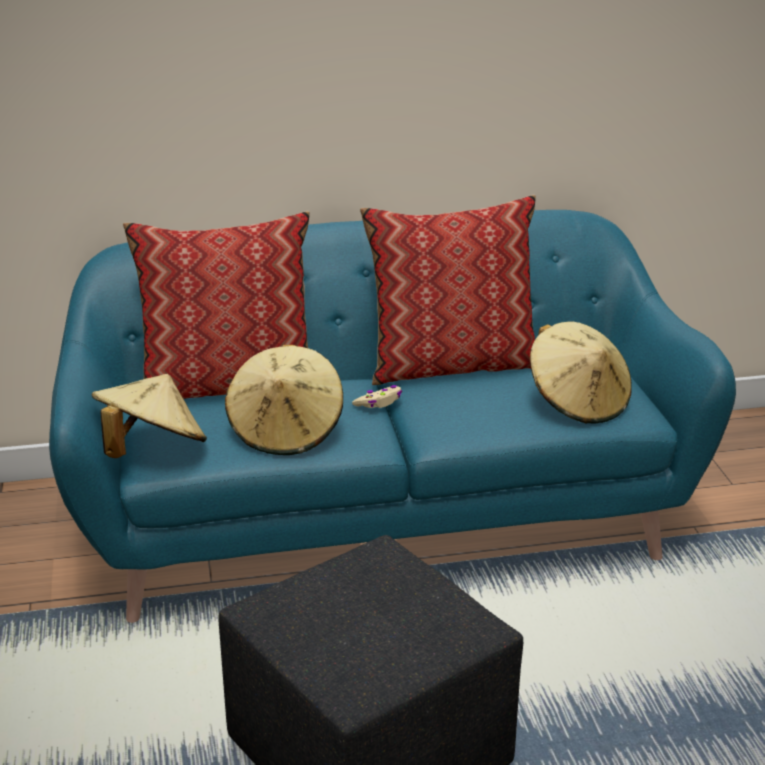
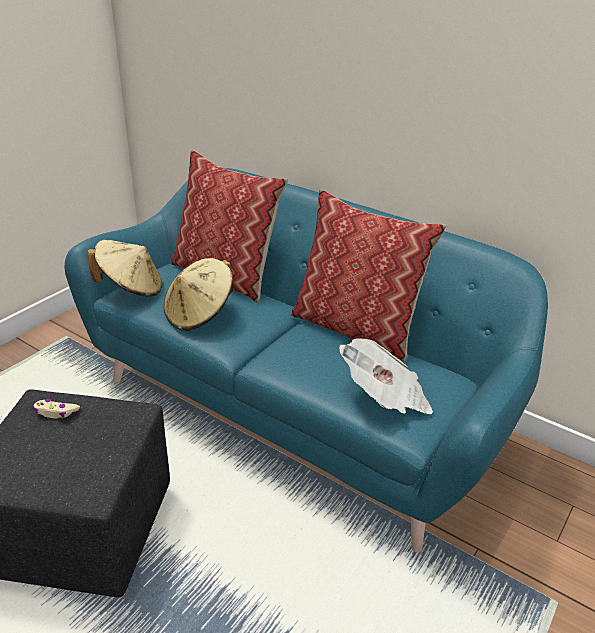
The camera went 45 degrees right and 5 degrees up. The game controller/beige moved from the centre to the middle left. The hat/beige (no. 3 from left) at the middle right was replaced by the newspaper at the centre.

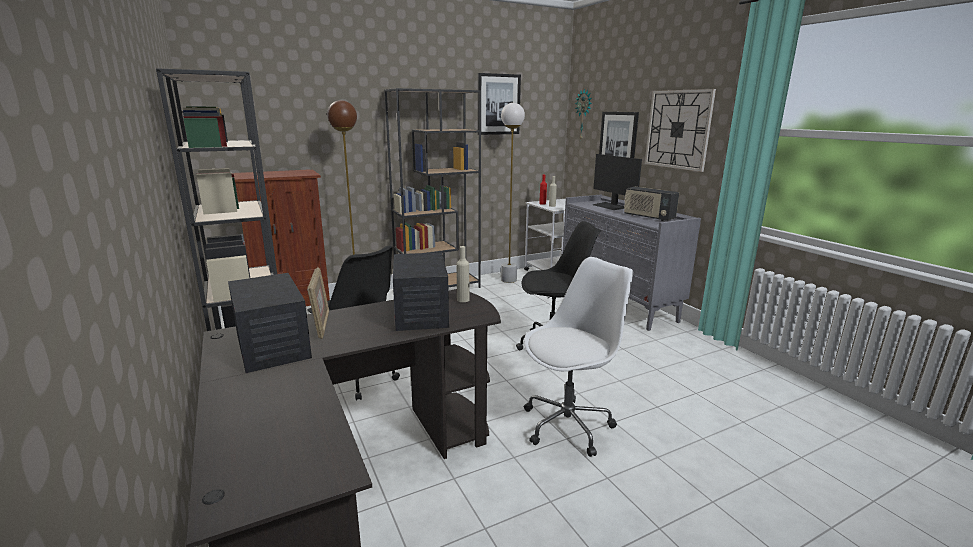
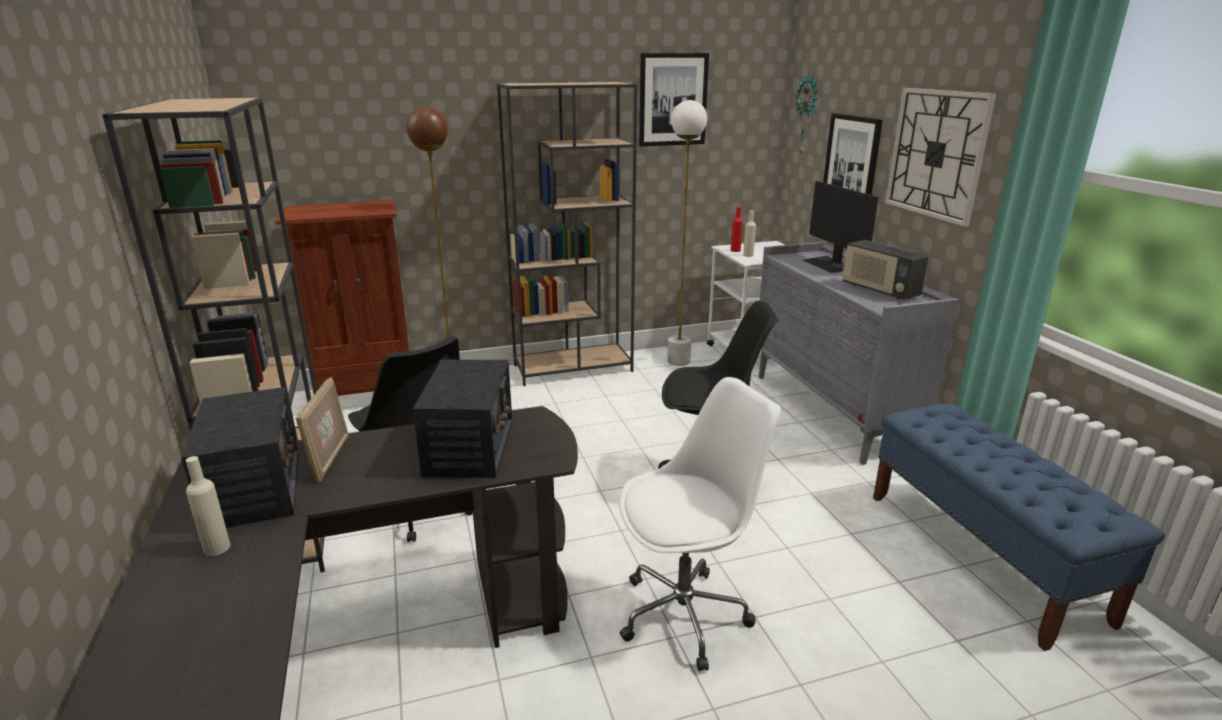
The camera went 10 degrees right and 5 degrees up. The bottle/beige (no. 1 from left) moved from the centre to the bottom left. The bench/blue at the bottom right appeared.

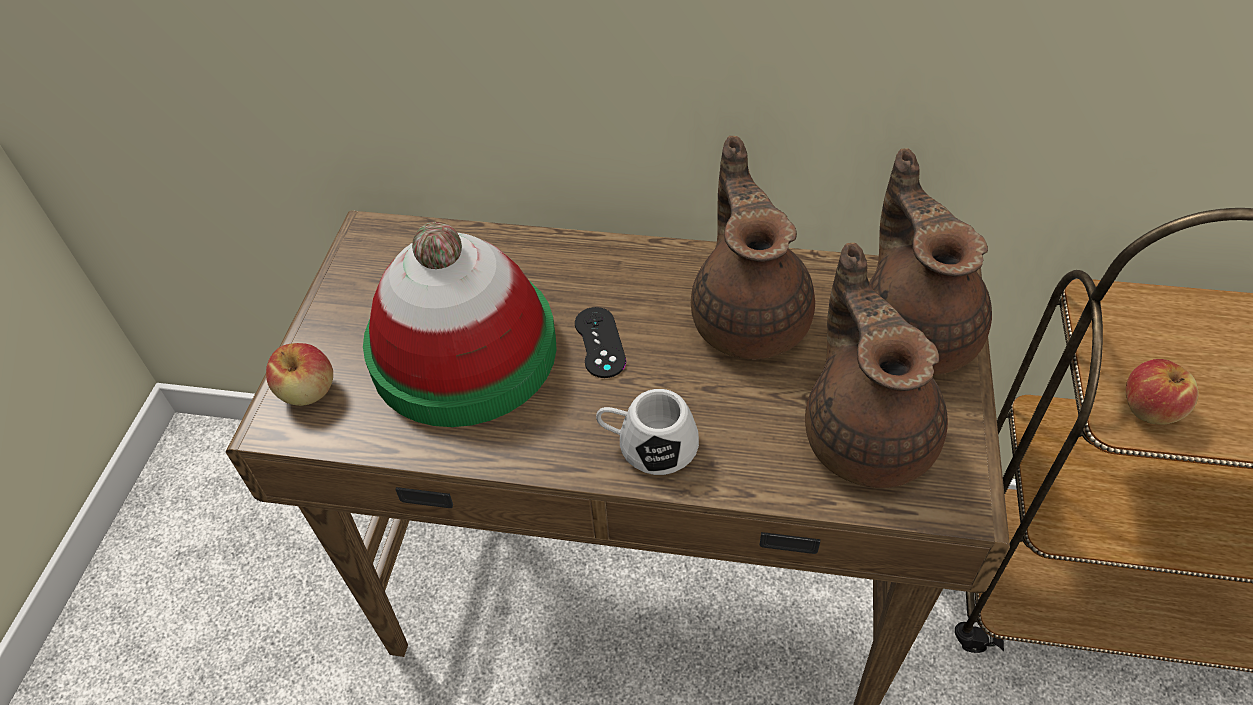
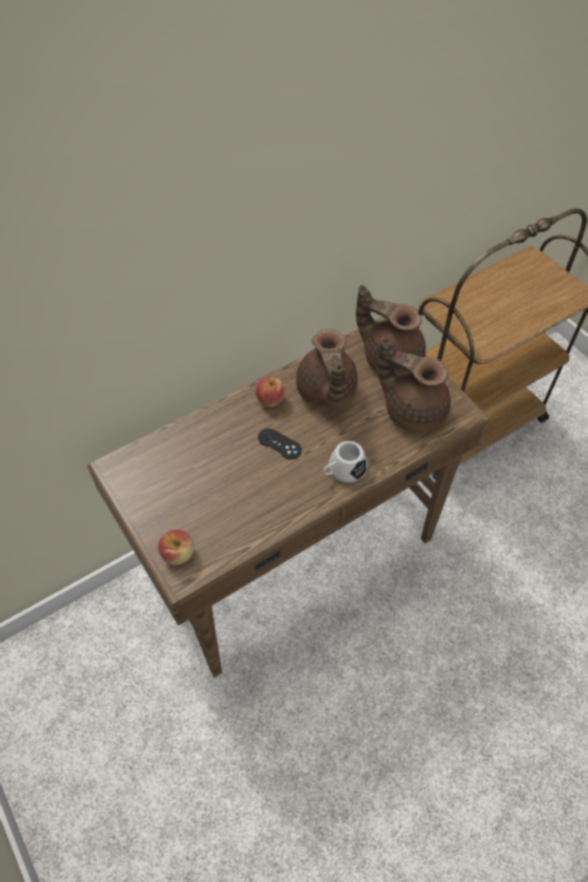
The camera went 45 degrees left and 5 degrees up. The apple (no. 2 from left) moved from the middle right to the centre. The teapot/brown (no. 1 from left) at the centre turned 135 degrees counterclockwise. The hat at the centre disappeared.

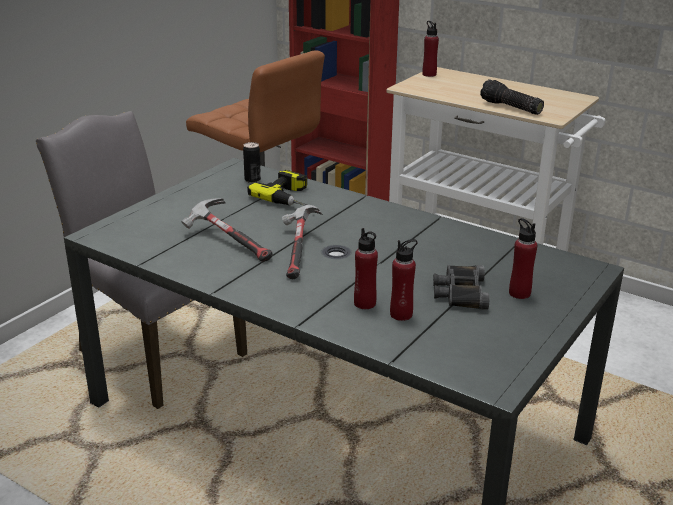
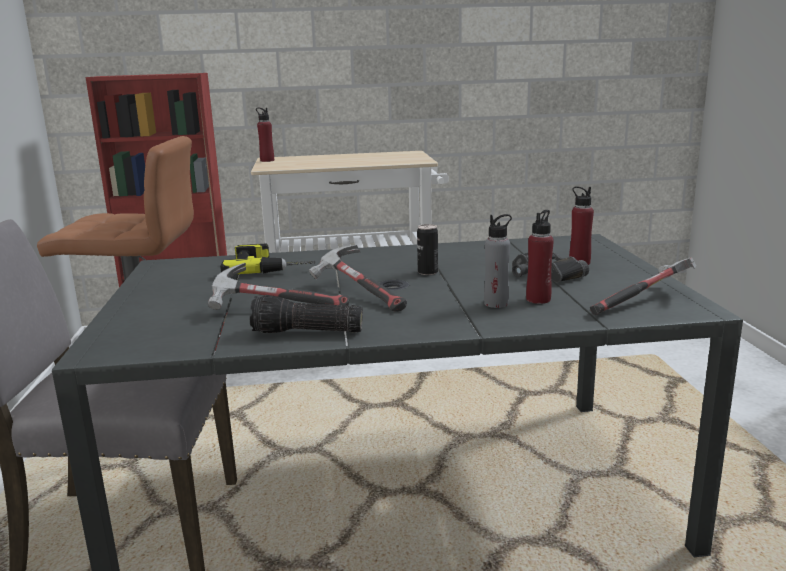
The camera went 40 degrees left and 10 degrees down. The flashlight moved from the top right to the centre. The can moved from the top centre to the centre. The bottle/red (no. 1 from left) at the centre became the bottle/grey at the centre. The hammer (no. 3 from left) at the middle right appeared.

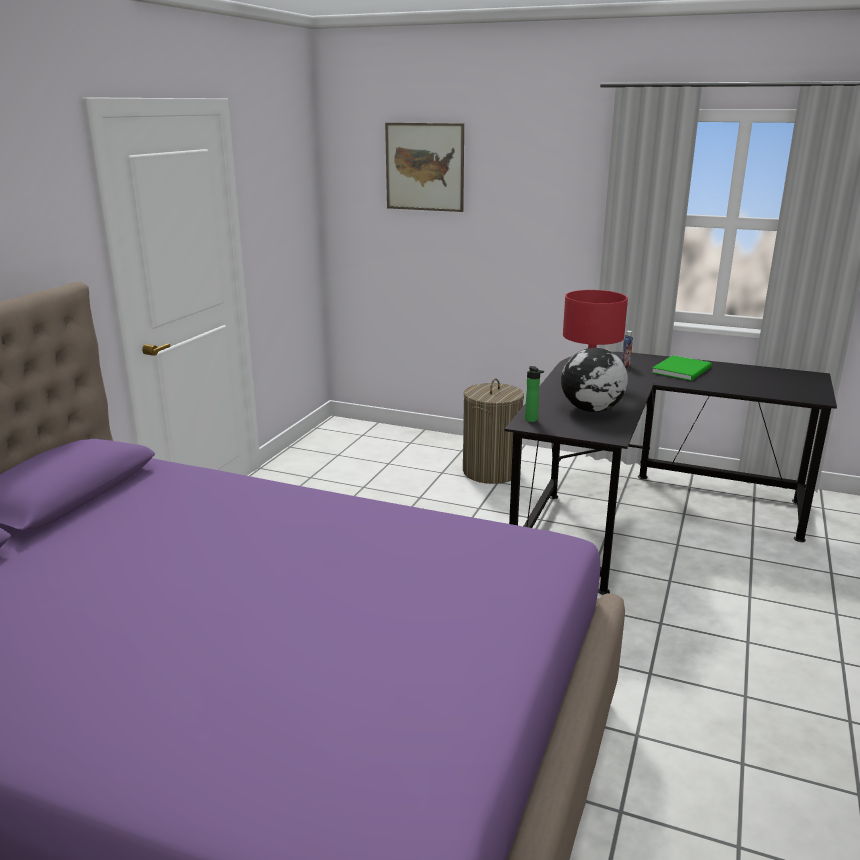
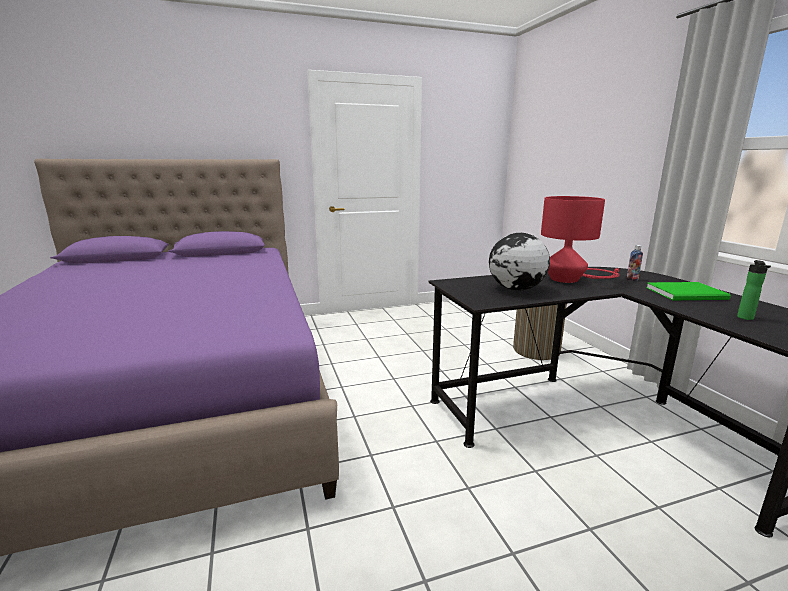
The camera went 50 degrees right and 5 degrees down. The bottle (no. 1 from left in the first image) moved from the centre to the middle right. The picture at the top centre disappeared.

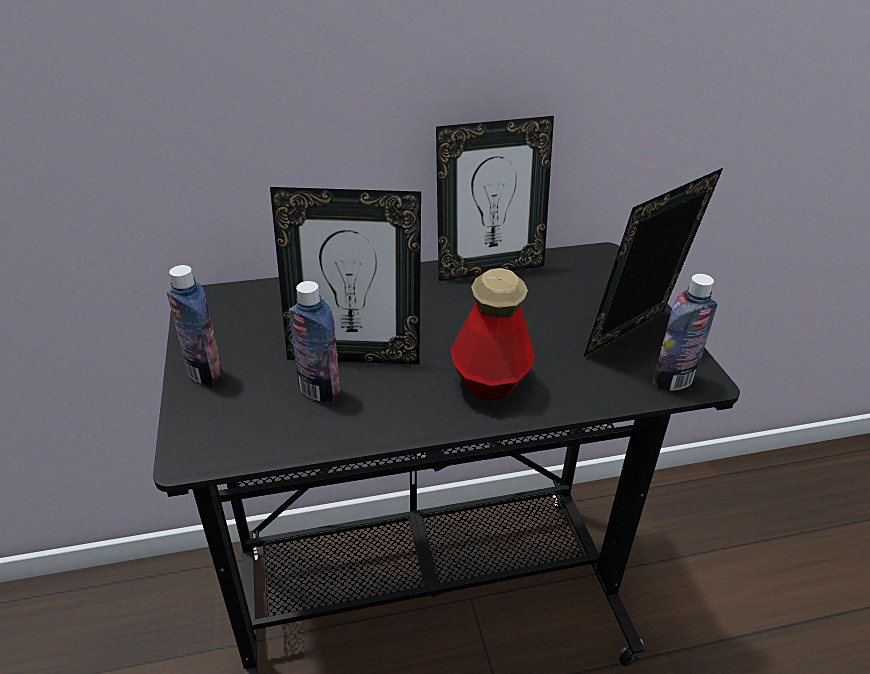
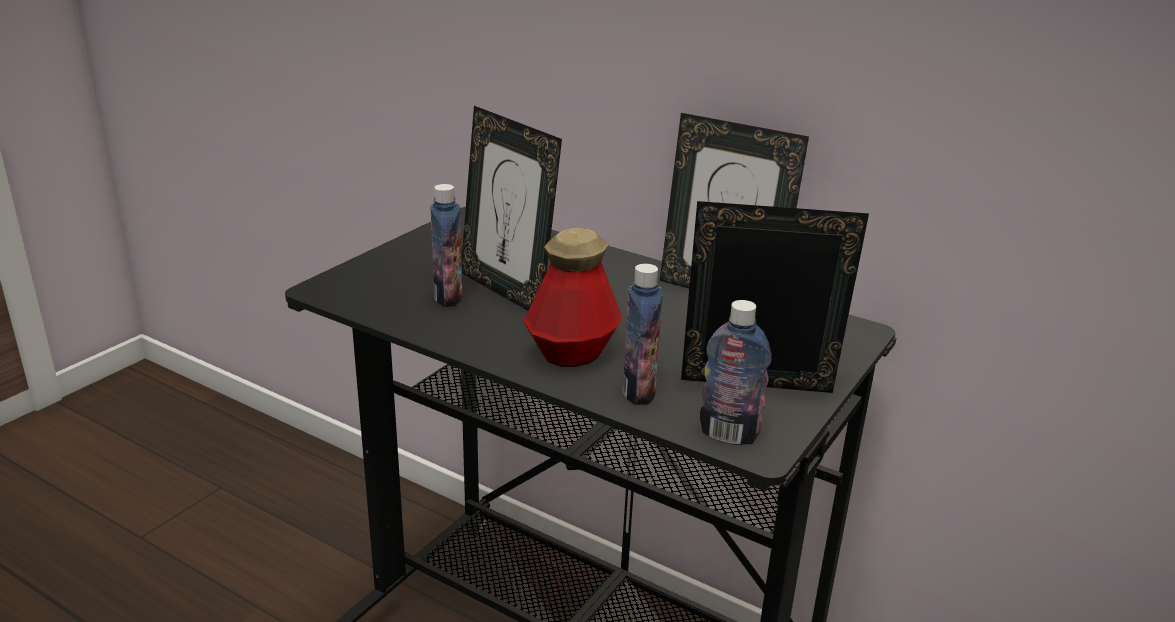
The camera went 45 degrees right and 10 degrees down. The bottle (no. 1 from left in the first image) moved from the middle left to the centre.

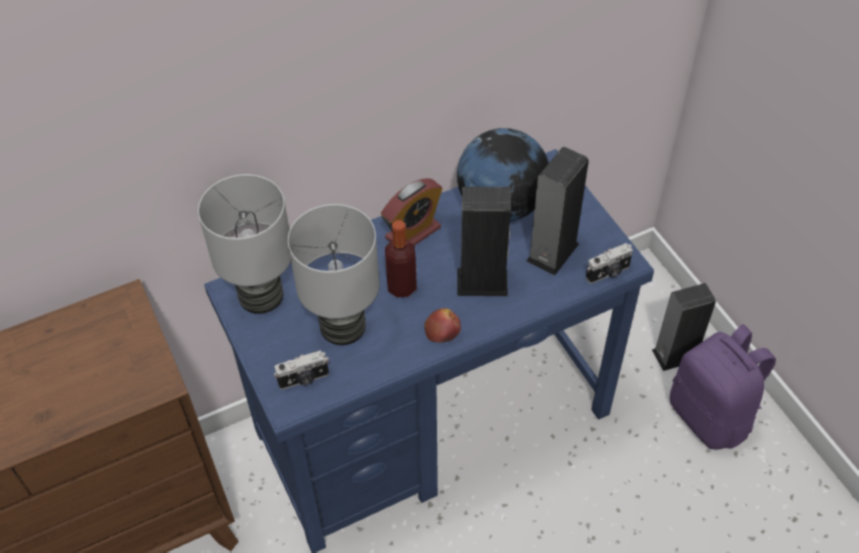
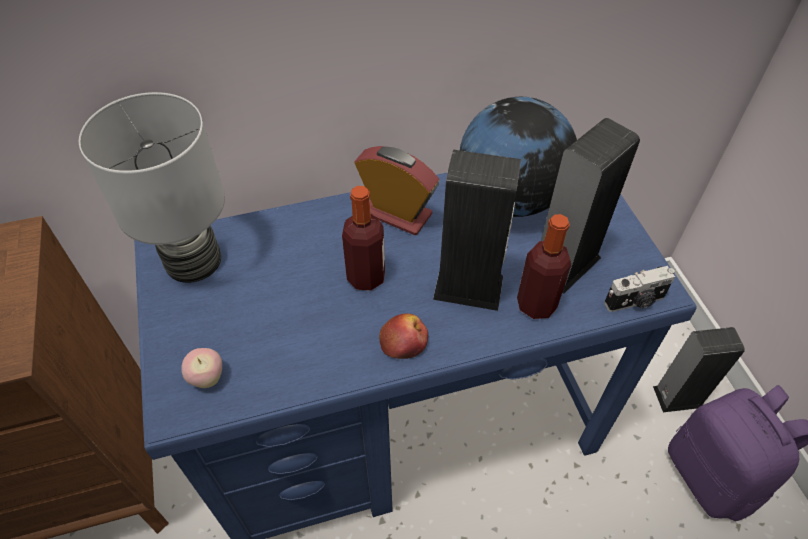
The camera went 10 degrees right and 0 degrees up. The photo camera (no. 1 from left) at the bottom centre was replaced by the apple (no. 1 from left) at the bottom left. The alarm clock at the centre turned 120 degrees counterclockwise. The bottle (no. 2 from left) at the middle right appeared. The table lamp/grey (no. 2 from left) at the centre disappeared.

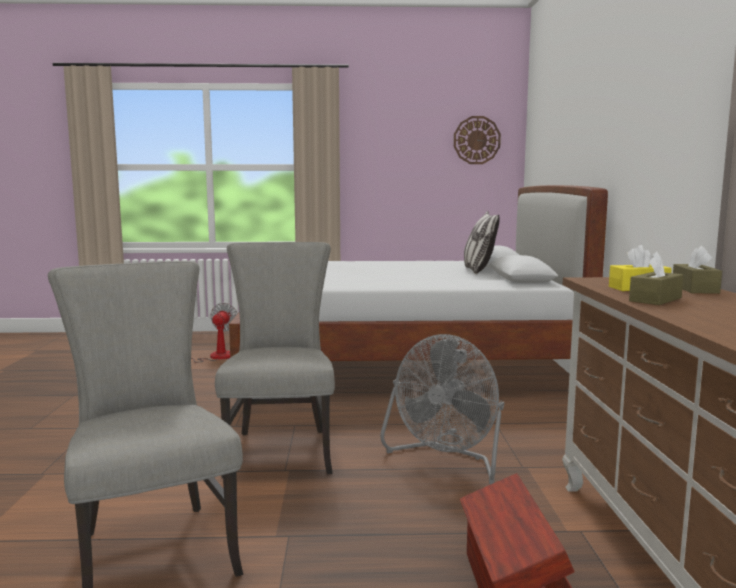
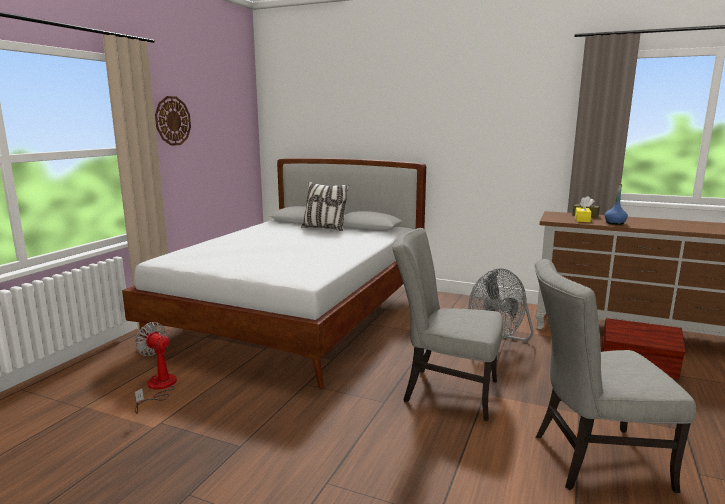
The camera went 65 degrees left and 5 degrees up. The wall clock moved from the top centre to the top left. The tissue box/brown (no. 1 from left) at the middle right was replaced by the bottle/blue at the middle right.

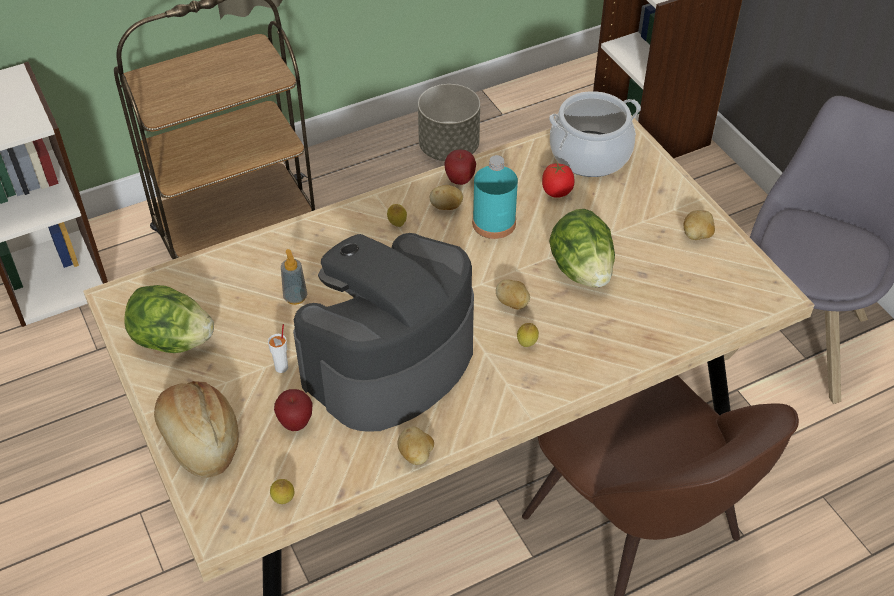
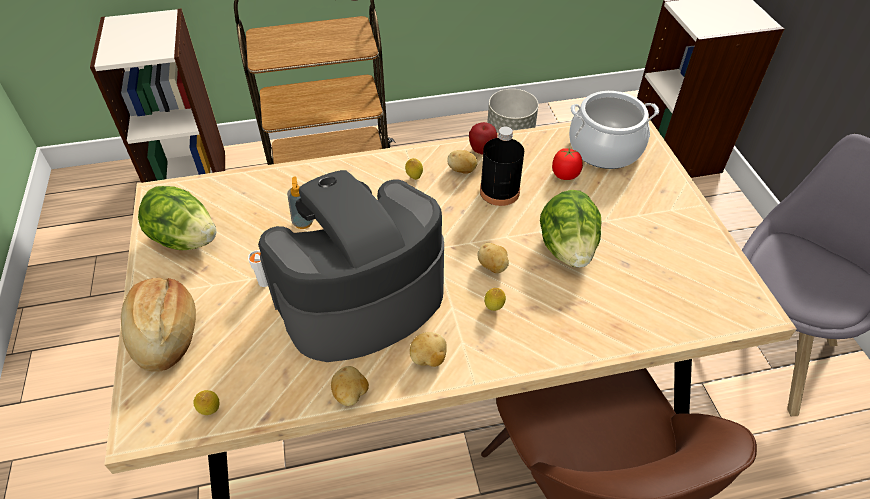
The camera went 15 degrees right and 0 degrees up. The potato (no. 4 from left in the first image) moved from the middle right to the bottom centre. The bottle/turquoise at the top centre became the bottle/black at the top centre. The apple (no. 1 from left) at the bottom left disappeared.

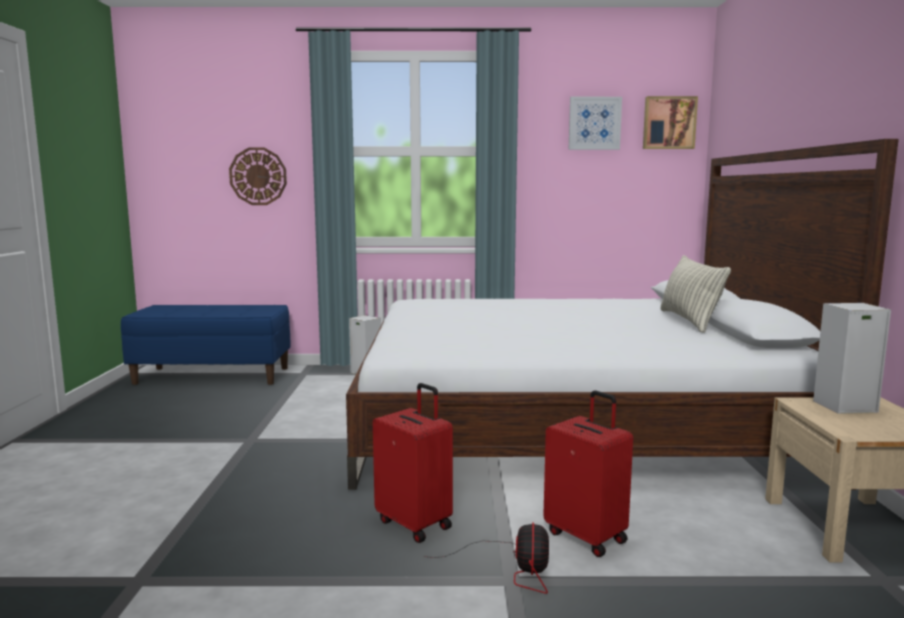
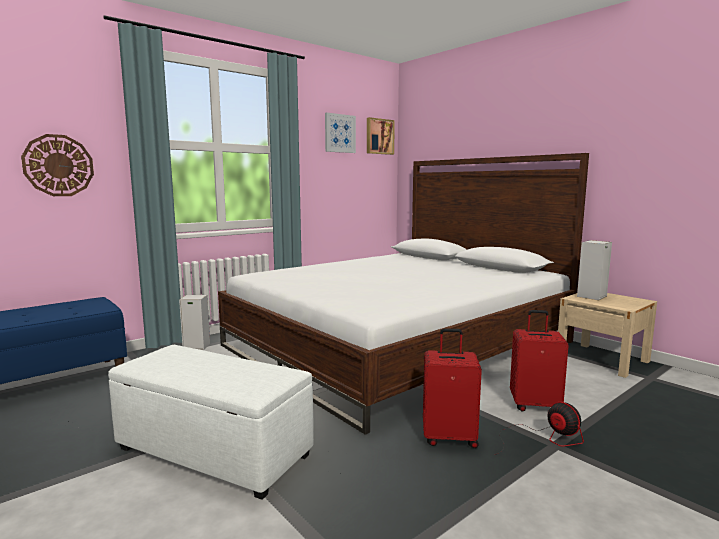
The camera went 40 degrees left and 0 degrees up. The ottoman/white at the bottom left appeared. The pillow at the middle right disappeared.

